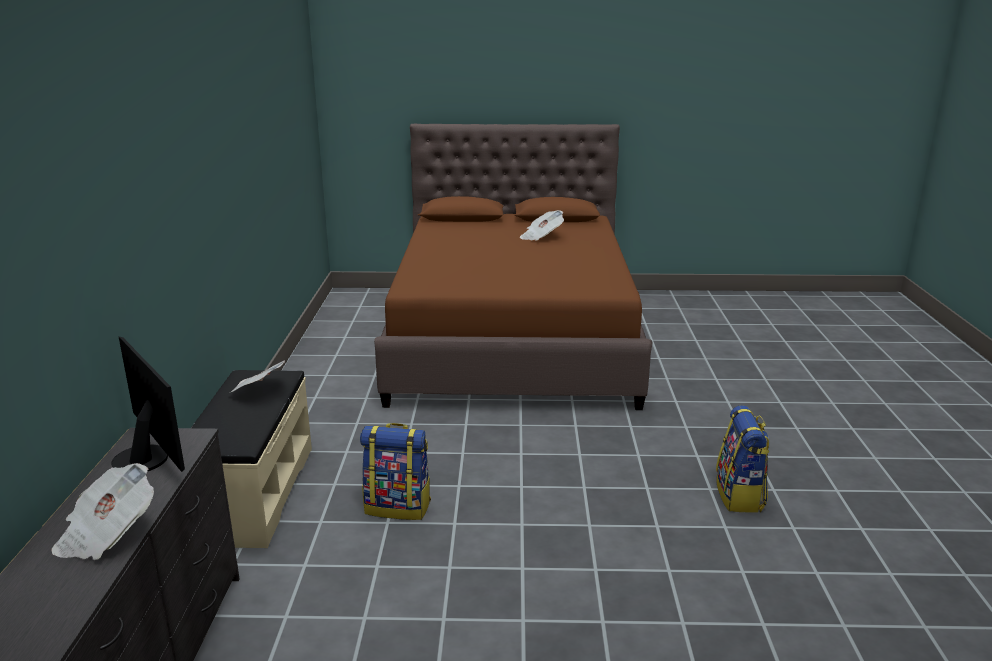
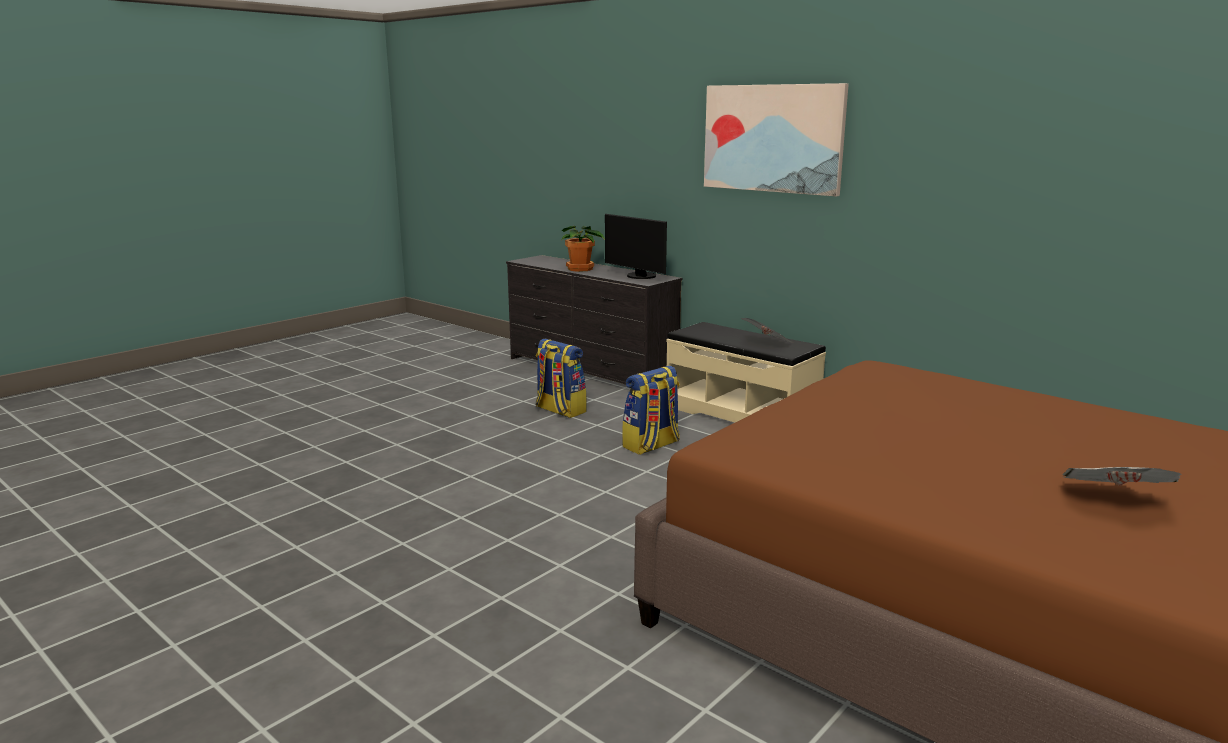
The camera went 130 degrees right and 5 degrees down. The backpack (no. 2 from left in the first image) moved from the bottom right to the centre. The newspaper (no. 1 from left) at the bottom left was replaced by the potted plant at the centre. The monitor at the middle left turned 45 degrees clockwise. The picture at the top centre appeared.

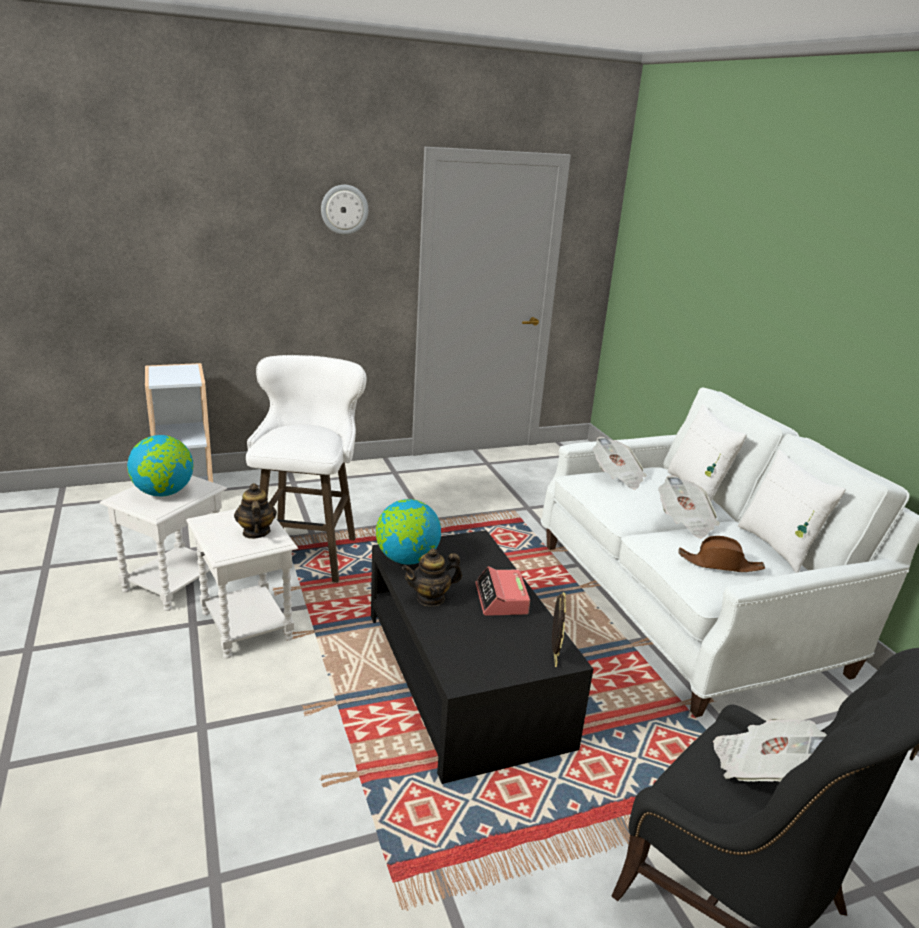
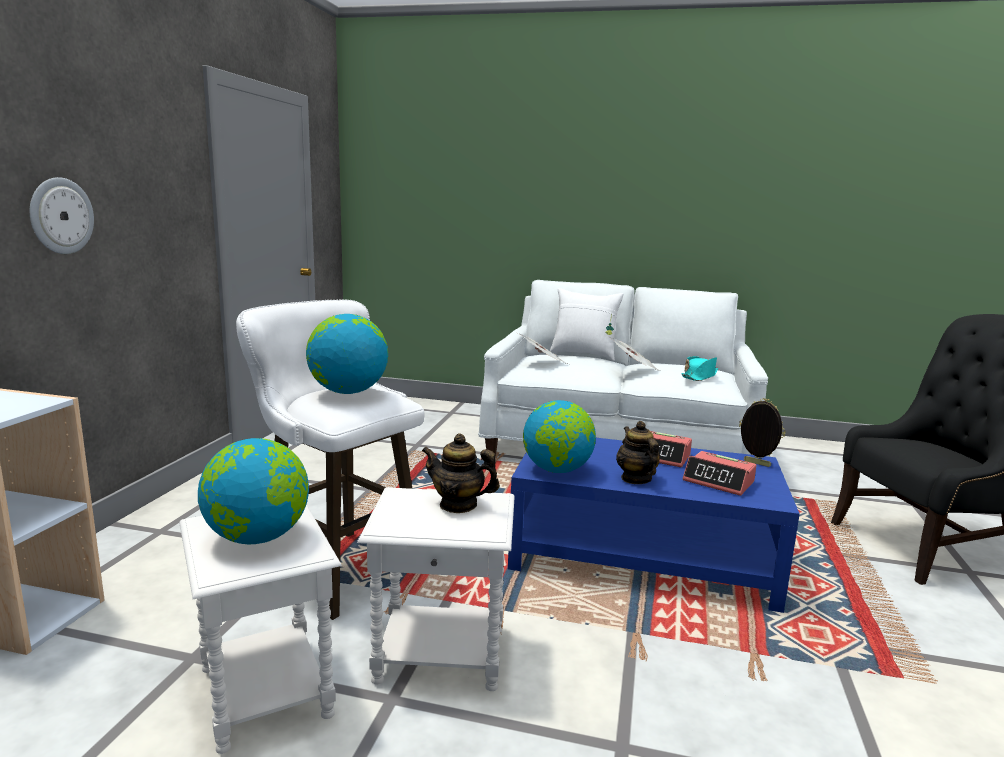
The camera went 55 degrees left and 10 degrees down. The wall clock moved from the top centre to the top left. The globe (no. 2 from left) at the centre appeared. The coffee table/black at the bottom centre became the coffee table/blue at the bottom centre. The teapot (no. 2 from left) at the centre turned 150 degrees clockwise. The hat/brown at the middle right became the hat/turquoise at the middle right. The alarm clock (no. 2 from left) at the middle right appeared. The newspaper (no. 3 from left) at the bottom right disappeared. The pillow/white (no. 2 from left) at the middle right disappeared.

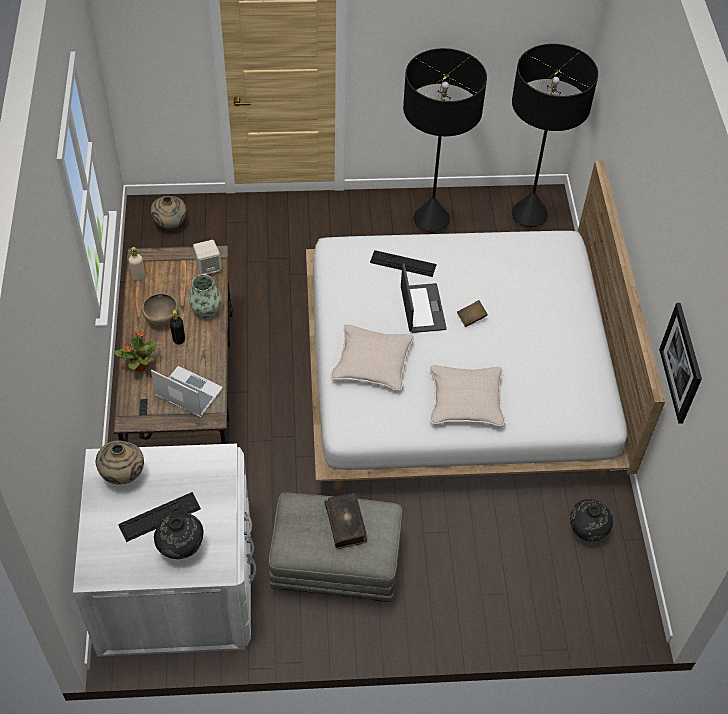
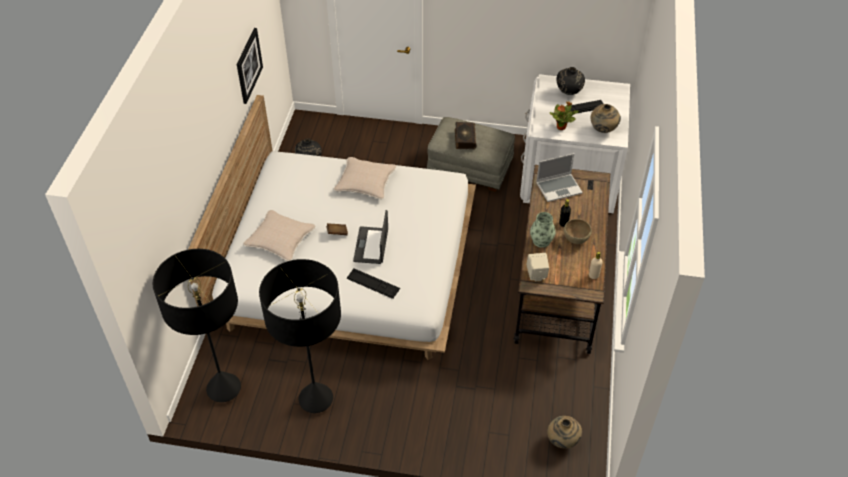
The camera went 165 degrees left and 5 degrees down. The pillow/beige (no. 1 from left) moved from the centre to the middle left. The laptop (no. 1 from left in the first image) at the middle left turned 60 degrees counterclockwise. The potted plant moved from the middle left to the top centre.

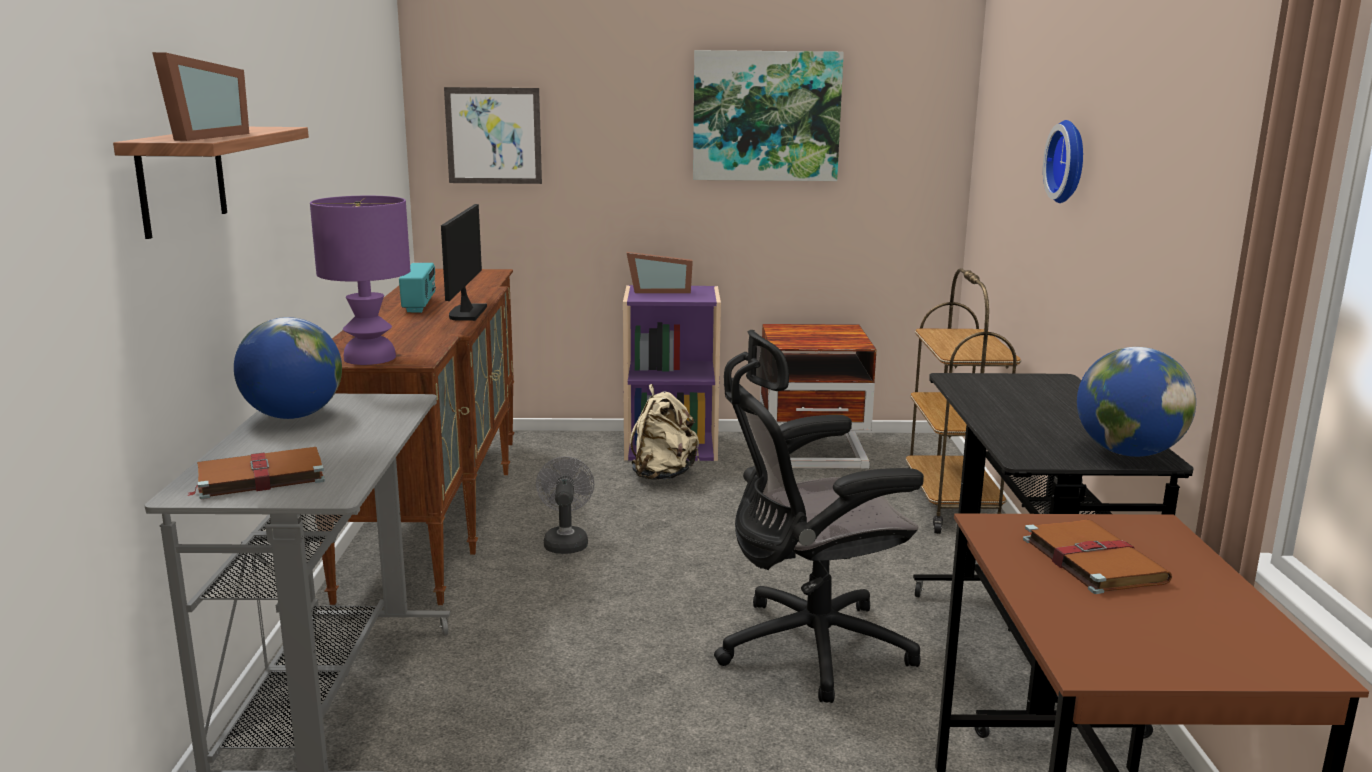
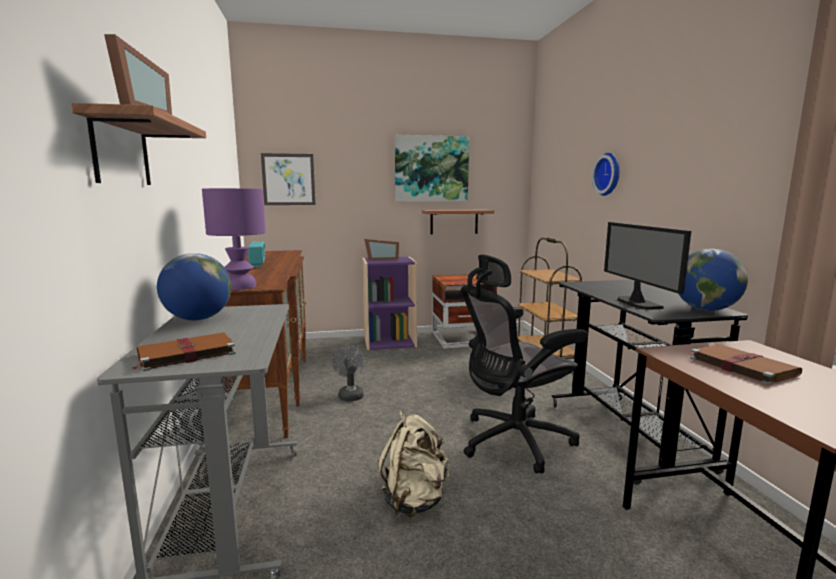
The camera went 10 degrees left and 5 degrees down. The backpack/beige moved from the centre to the bottom centre. The shelf (no. 2 from left) at the centre appeared. The monitor moved from the centre to the middle right.

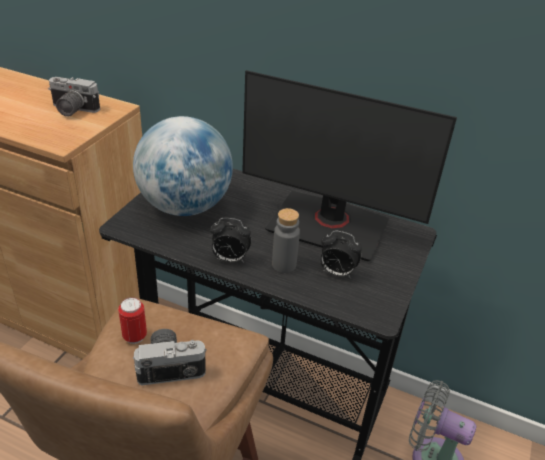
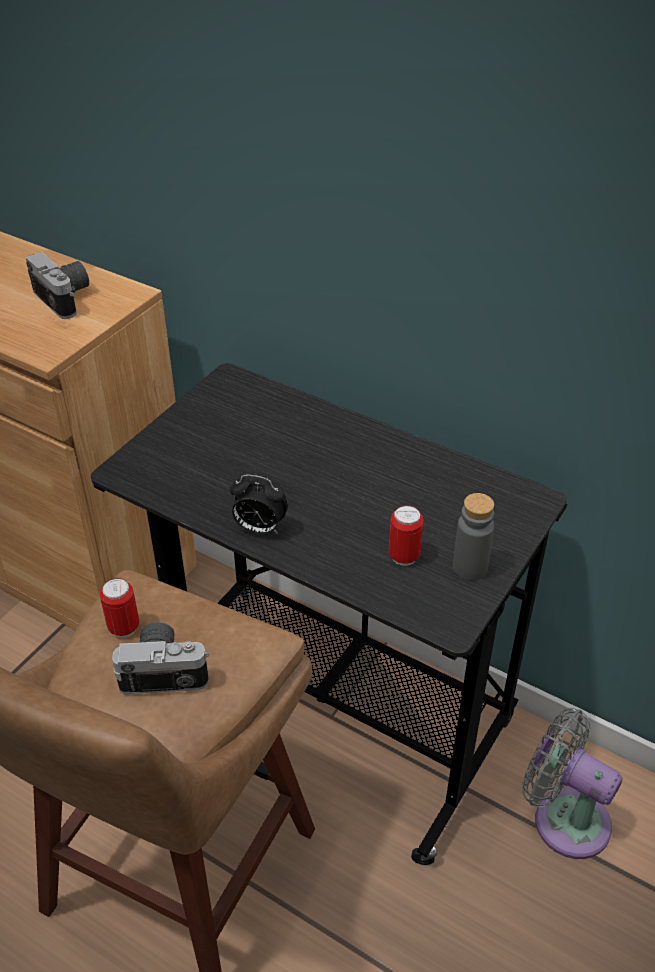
The camera went 10 degrees right and 5 degrees up. The photo camera (no. 1 from left) at the top left turned 150 degrees counterclockwise. The alarm clock (no. 2 from left) at the centre was replaced by the can (no. 2 from left) at the centre. The bottle/grey moved from the centre to the middle right. The globe at the centre disappeared. The monitor at the centre disappeared.

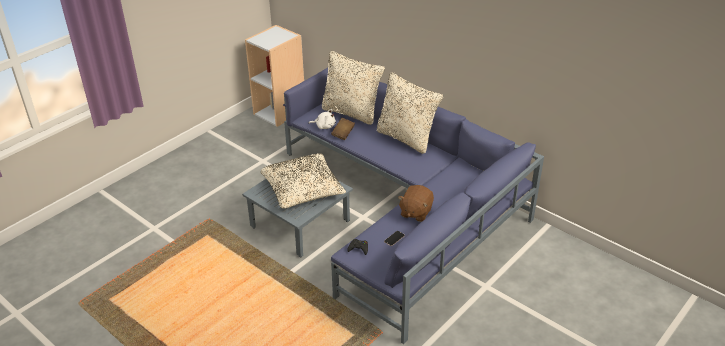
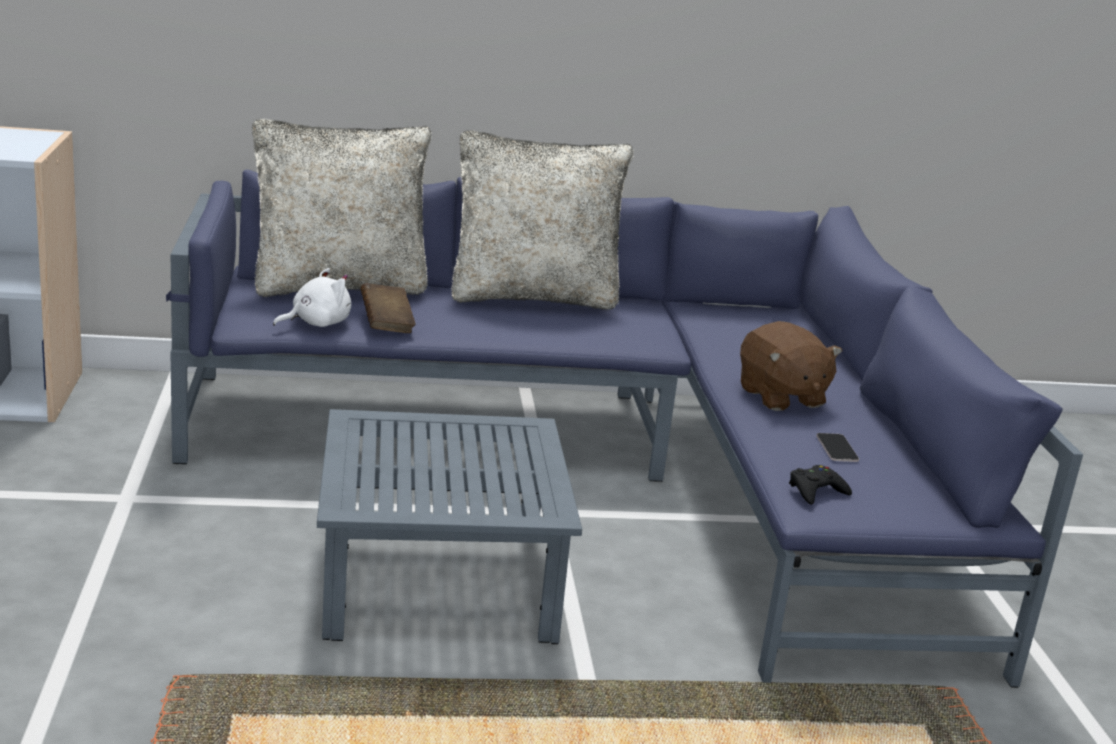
The camera went 50 degrees left and 15 degrees down. The pillow/beige (no. 1 from left) at the centre disappeared.

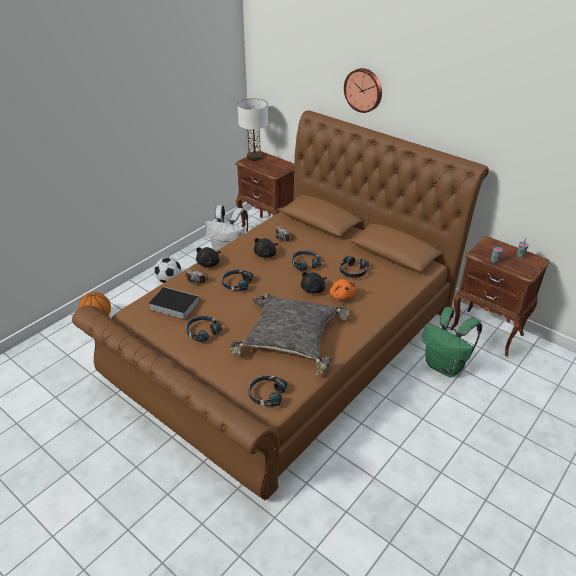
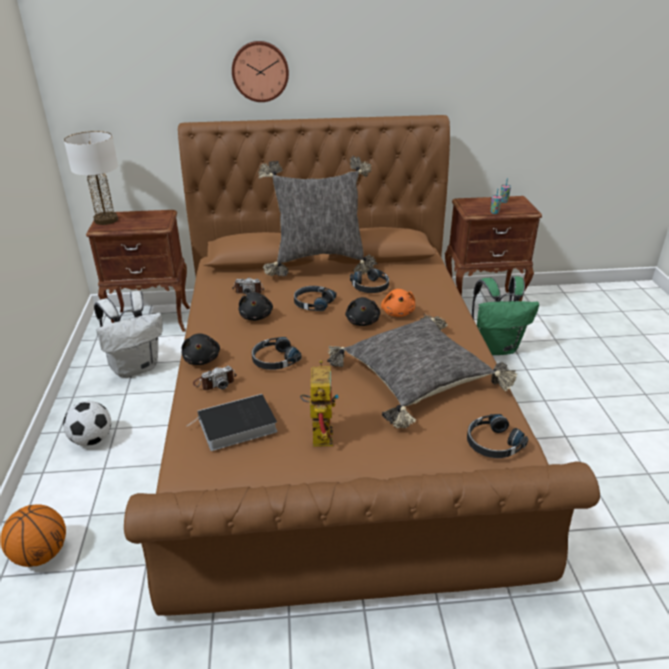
The camera went 45 degrees left and 5 degrees down. The pillow (no. 1 from left) at the top centre appeared. The headphones/black (no. 1 from left) at the centre was replaced by the toy robot at the centre. The plush toy/orange at the centre turned 60 degrees clockwise.

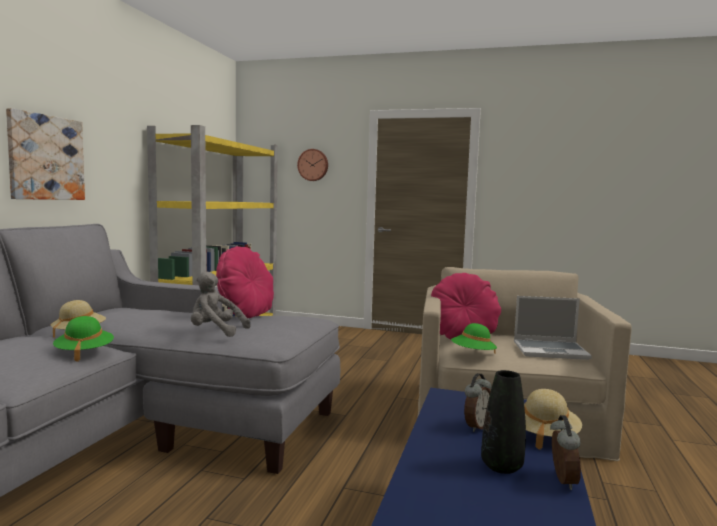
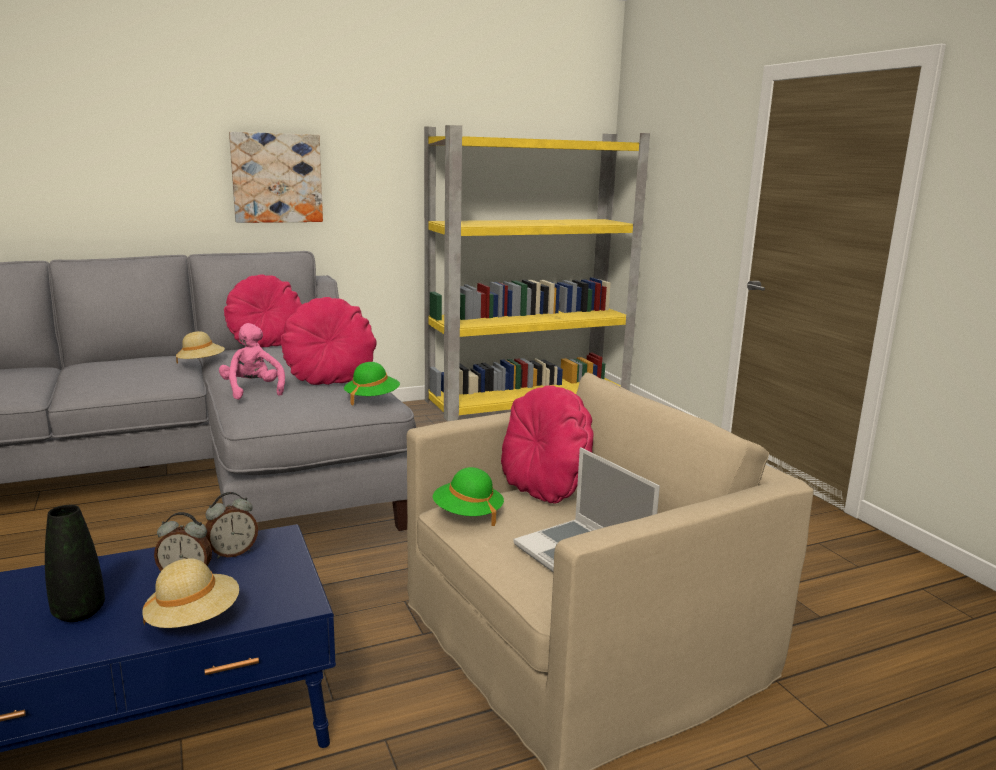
The camera went 50 degrees right and 10 degrees up. The alarm clock (no. 2 from left) moved from the bottom right to the bottom left. The plush toy/grey at the middle left became the plush toy/pink at the middle left. The pillow/pink (no. 1 from left) at the middle left appeared. The hat/green (no. 1 from left) moved from the middle left to the centre. The wall clock at the top centre disappeared.

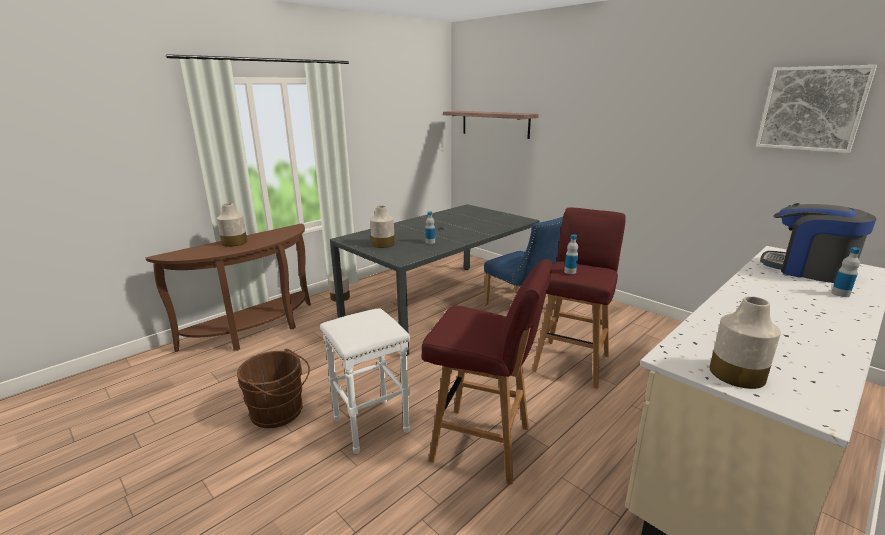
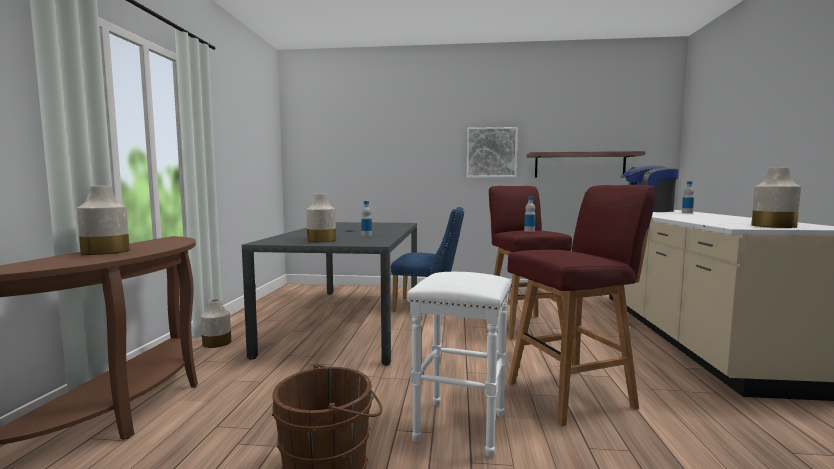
The camera went 40 degrees left and 15 degrees down. The picture moved from the top right to the top centre. The shelf moved from the top centre to the middle right.

